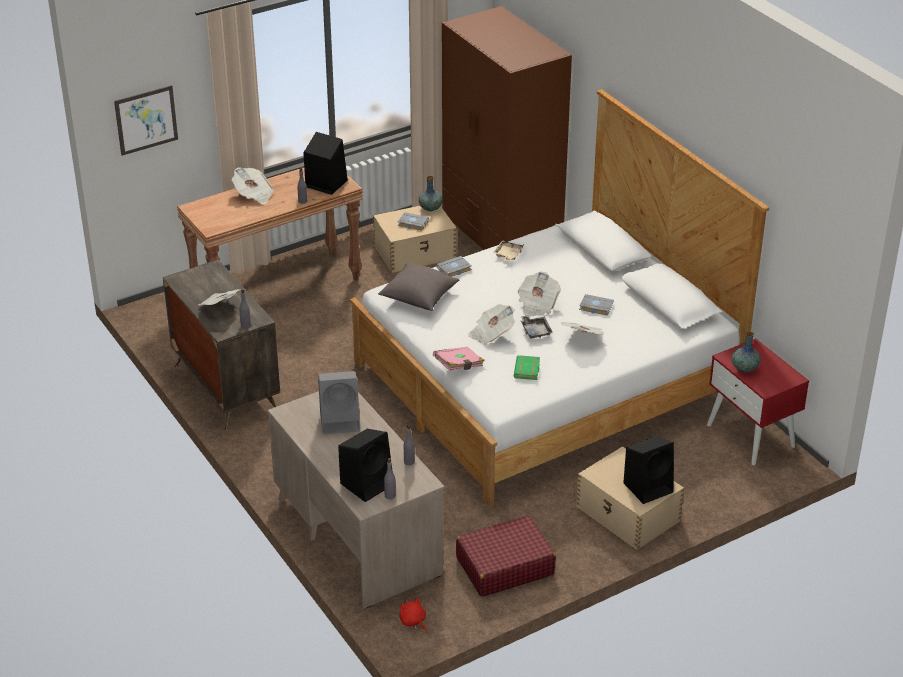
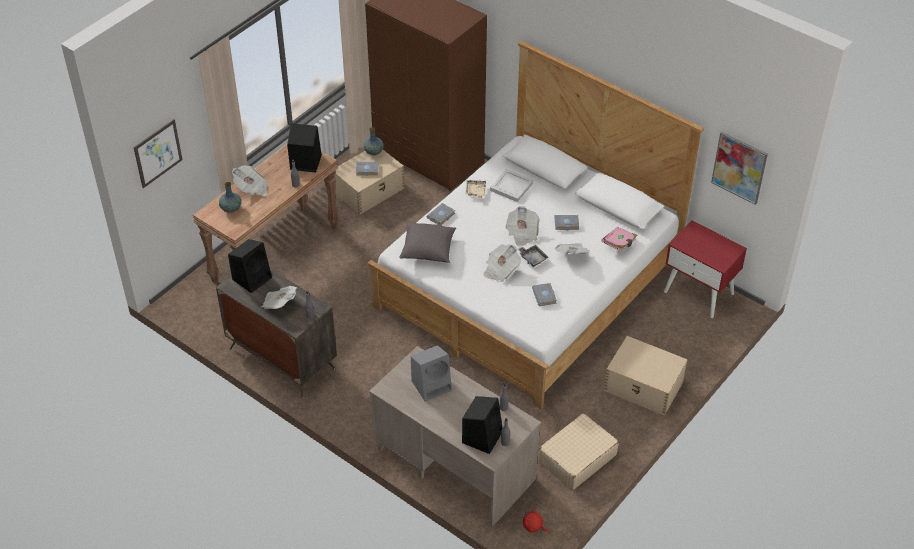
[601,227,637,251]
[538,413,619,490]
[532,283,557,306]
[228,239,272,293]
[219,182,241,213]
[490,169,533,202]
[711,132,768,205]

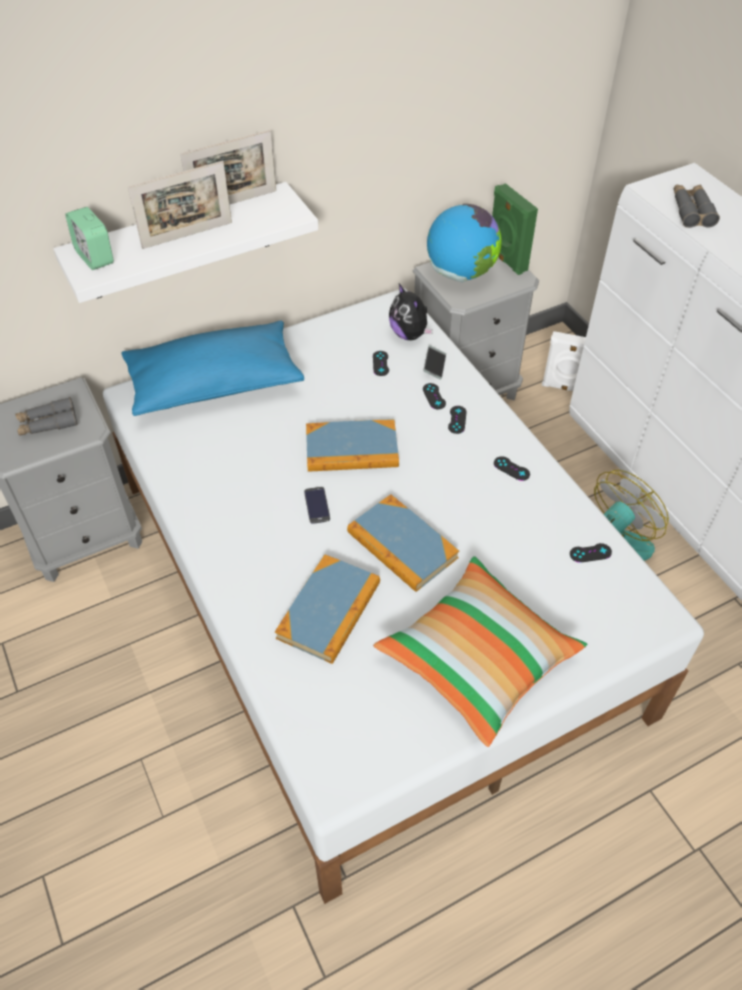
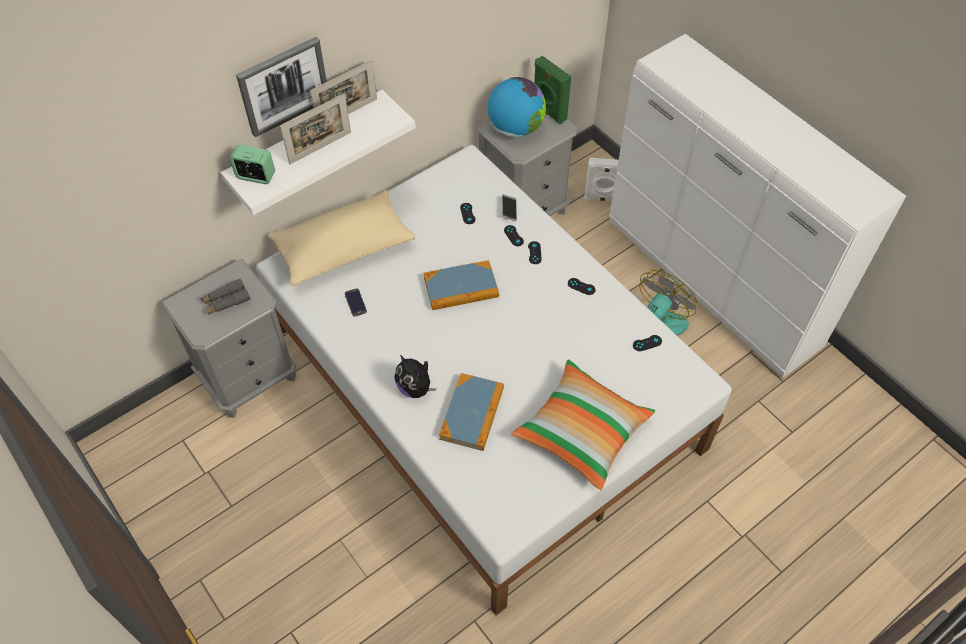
[230,145,275,184]
[268,190,415,286]
[345,288,367,316]
[347,494,459,592] (first image)
[394,355,436,398]
[674,184,720,228] (first image)
[236,37,327,137]

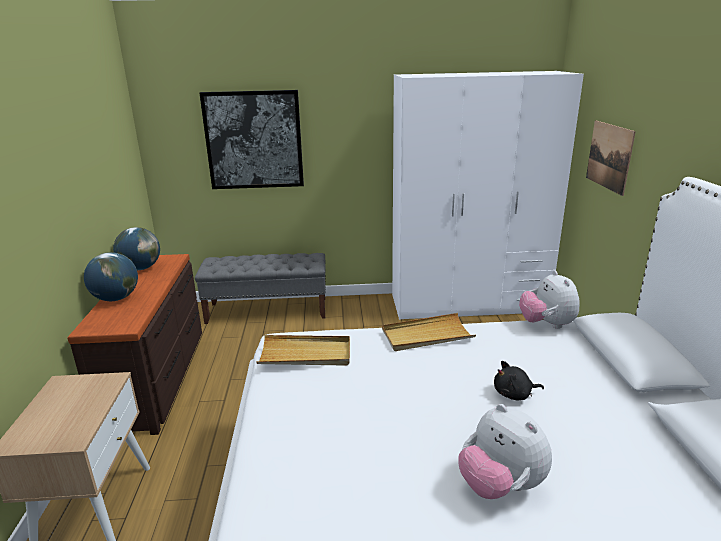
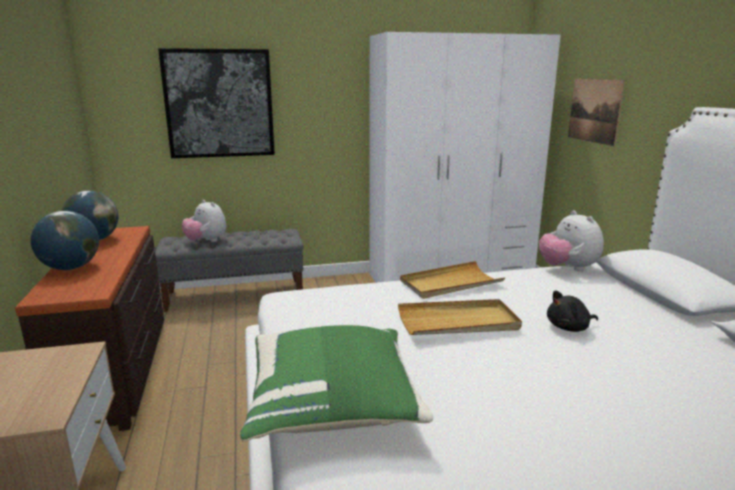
[398,299,522,335]
[182,200,226,242]
[240,325,433,442]

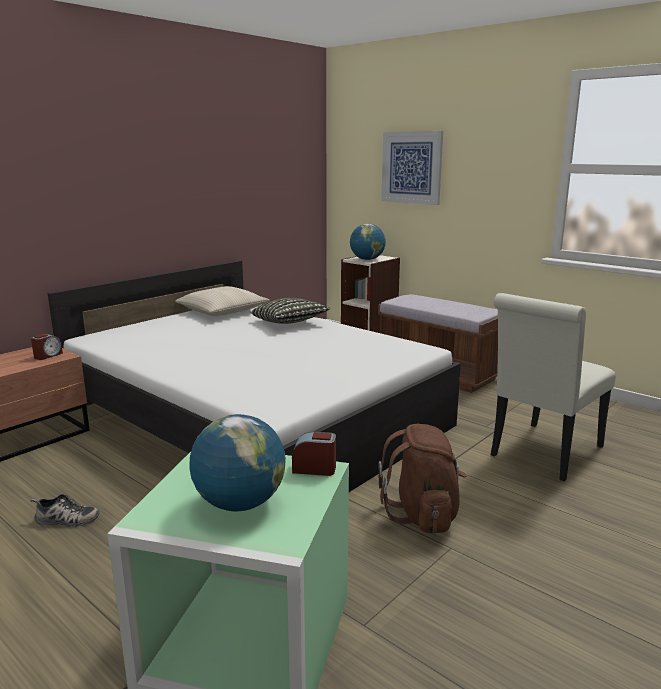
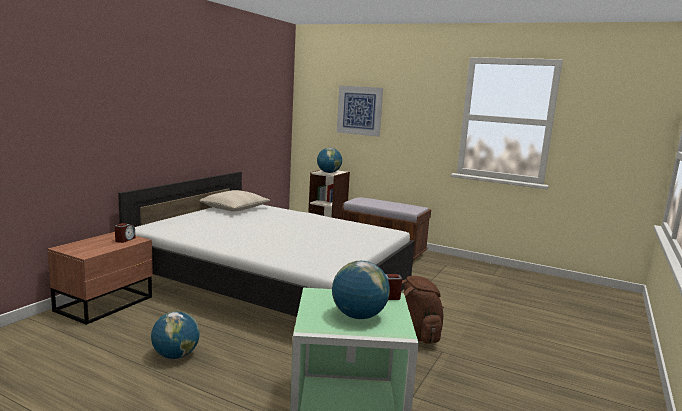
[151,311,200,359]
[251,298,330,324] (first image)
[491,293,616,482] (first image)

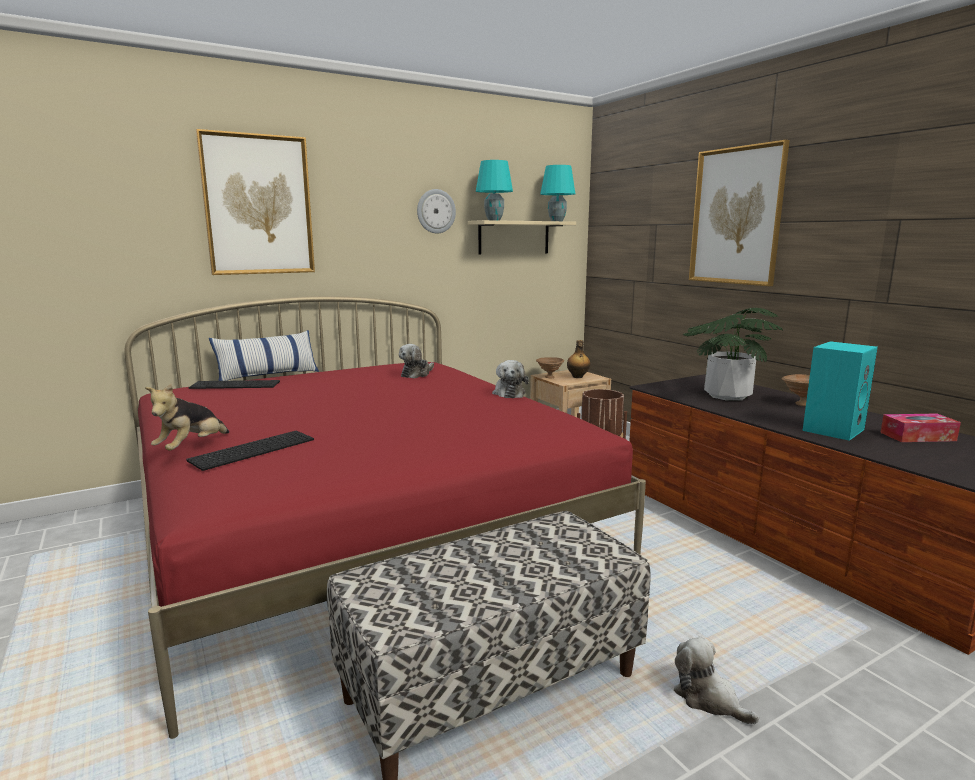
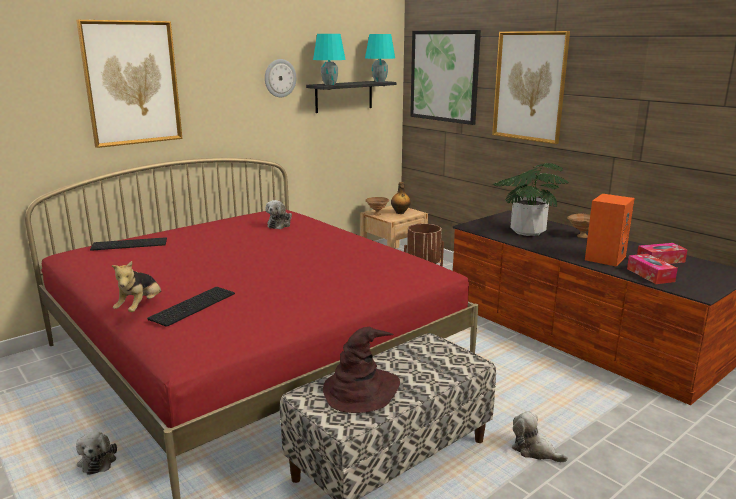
[209,330,319,381] (first image)
[306,81,396,113]
[76,432,117,475]
[585,194,634,267]
[323,327,400,413]
[410,30,481,125]
[627,254,678,284]

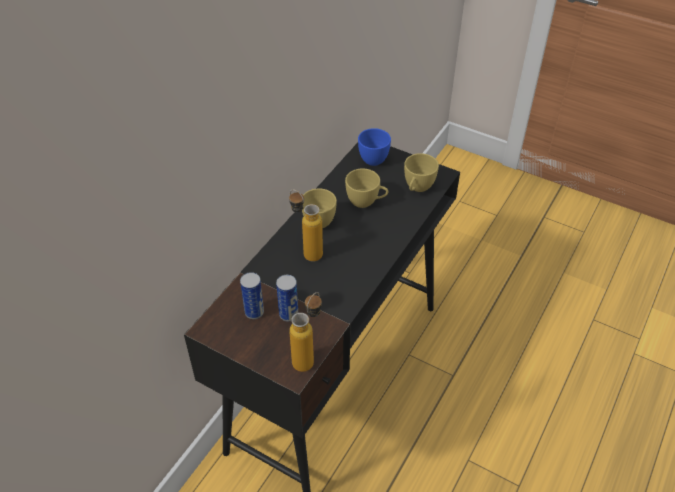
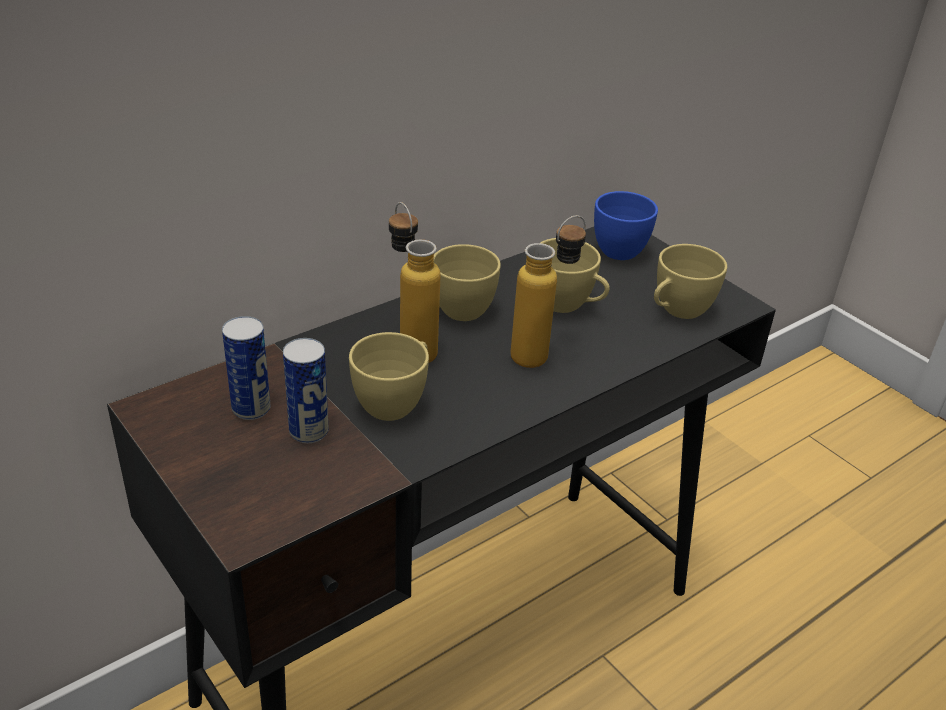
[511,215,586,368]
[349,332,429,421]

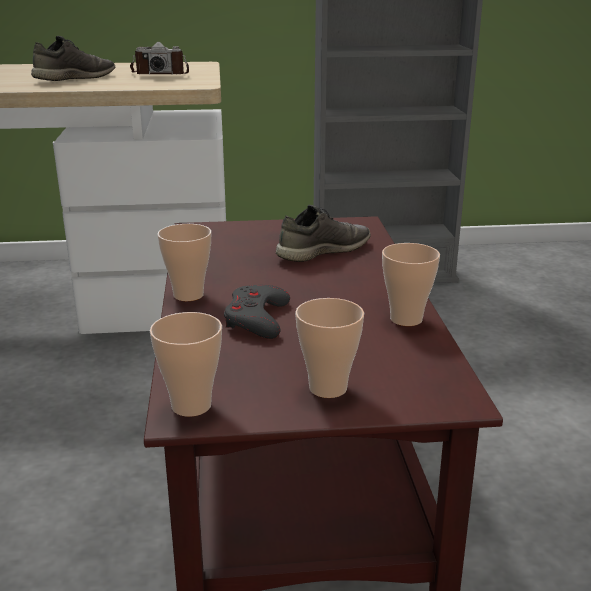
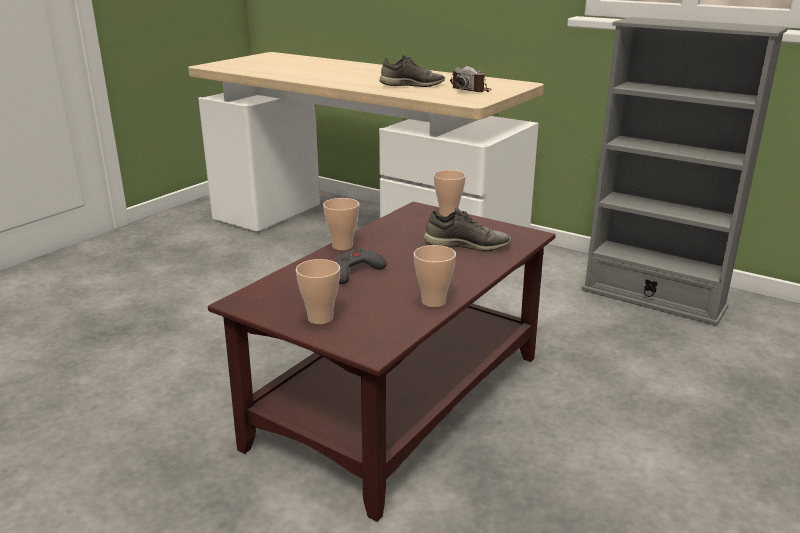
[434,170,466,217]

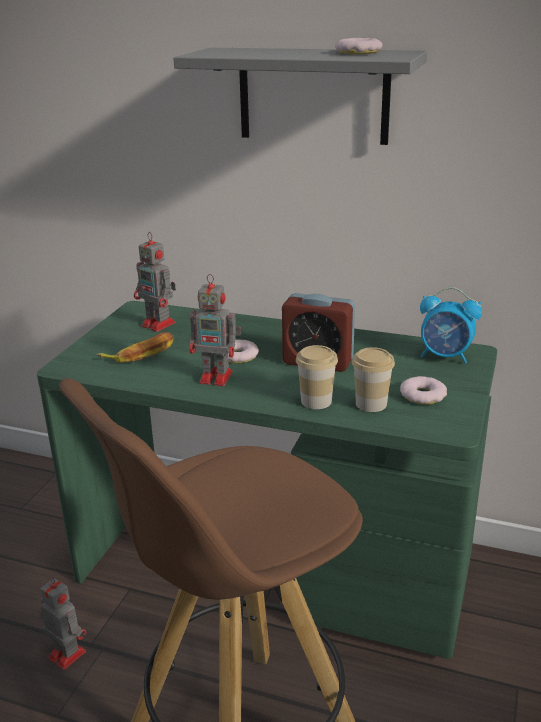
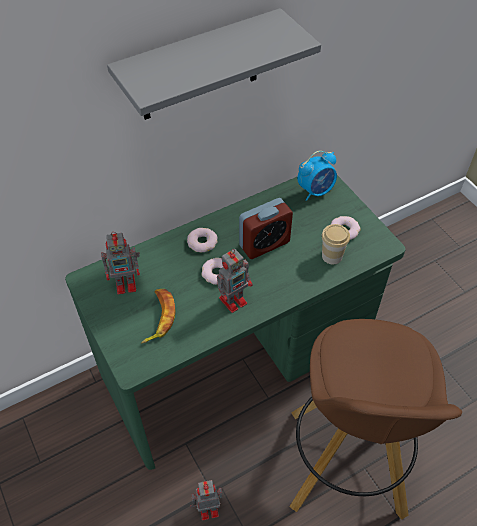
[296,345,338,409] (first image)
[187,228,218,252]

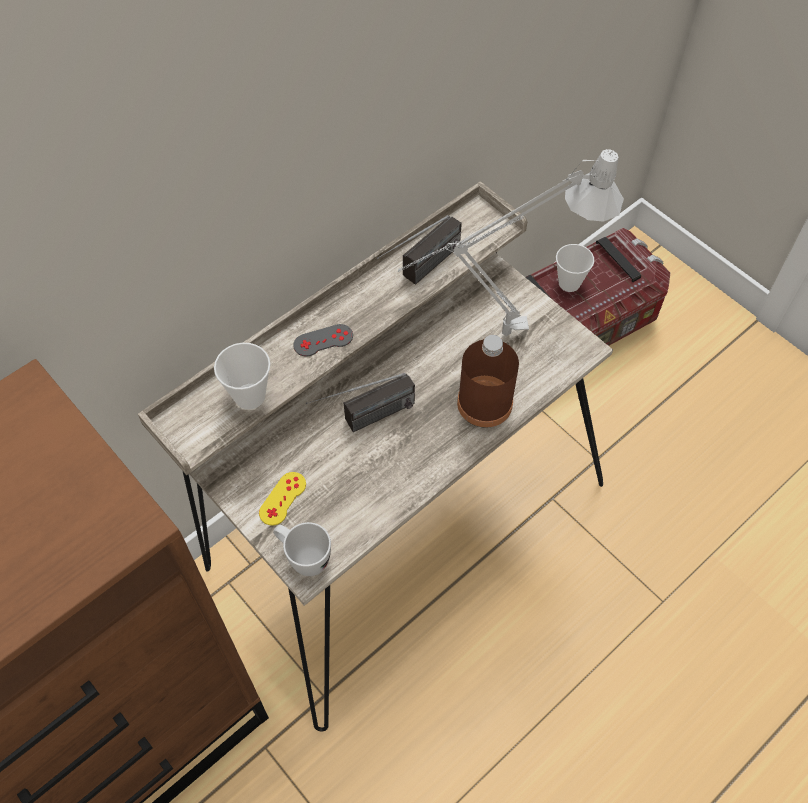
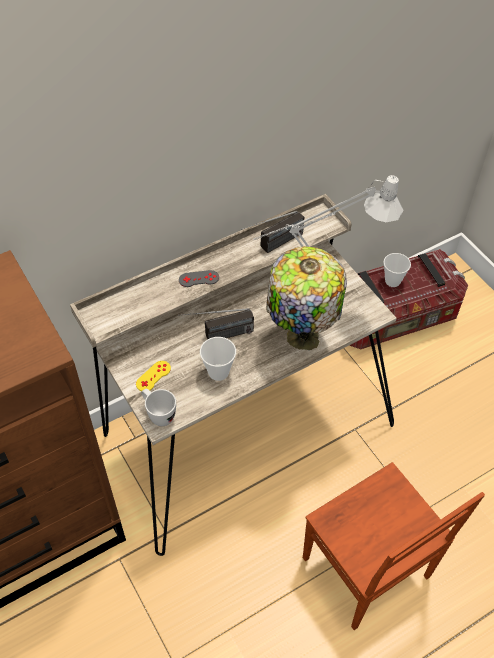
[200,337,236,381]
[266,246,347,350]
[303,462,485,630]

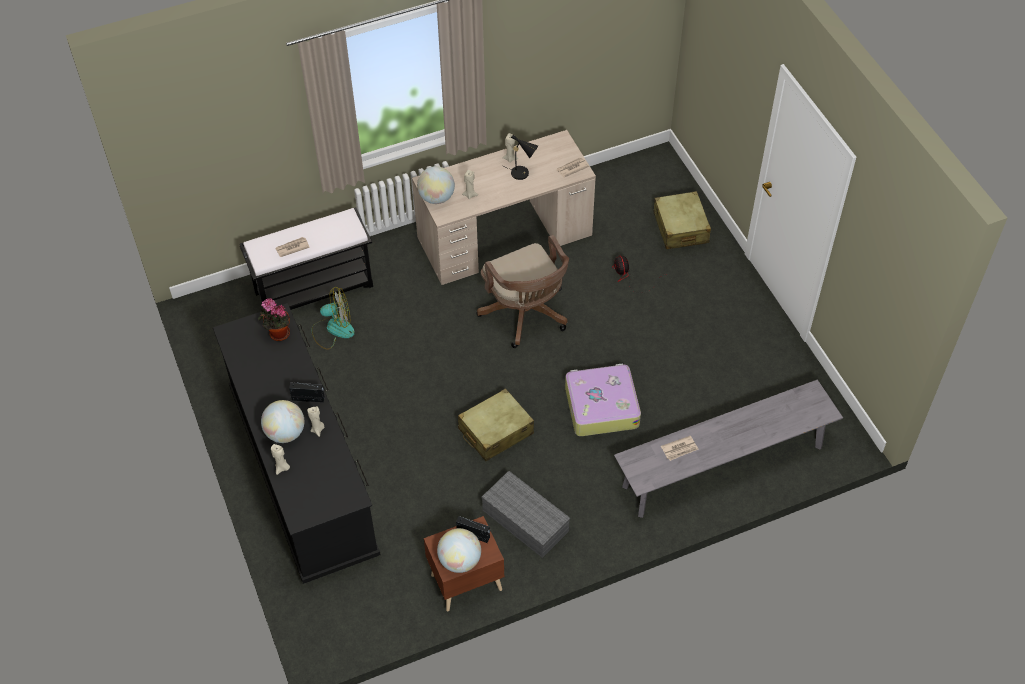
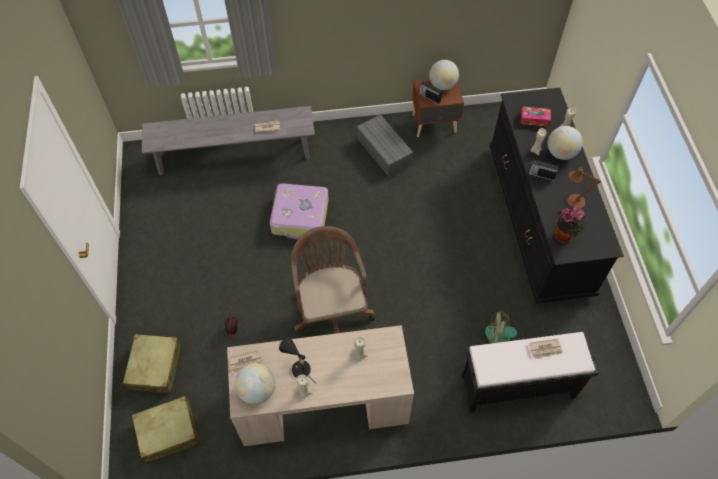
[235,363,276,404]
[132,396,200,463]
[520,107,551,127]
[567,167,601,208]

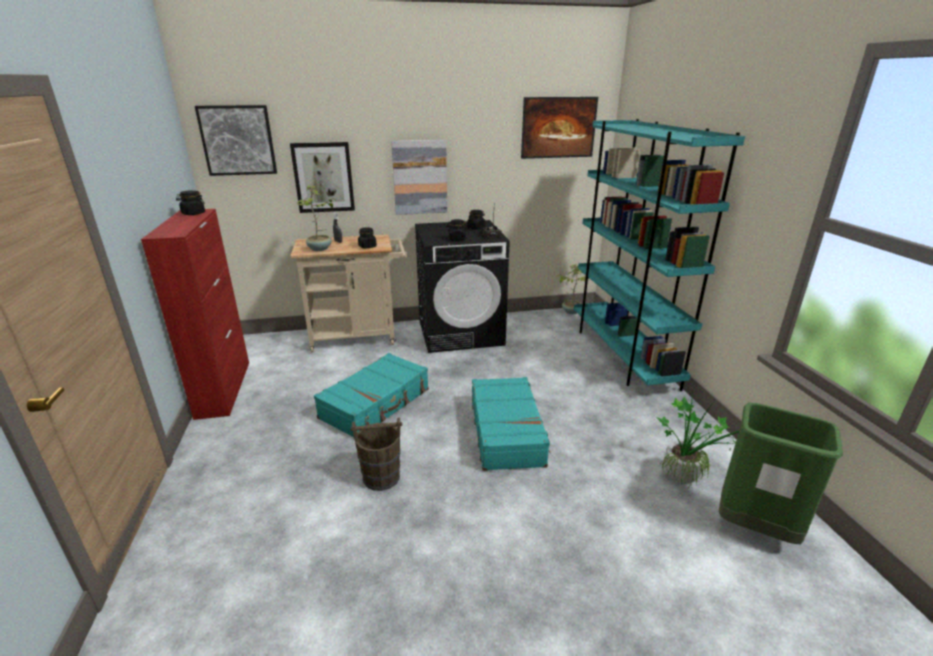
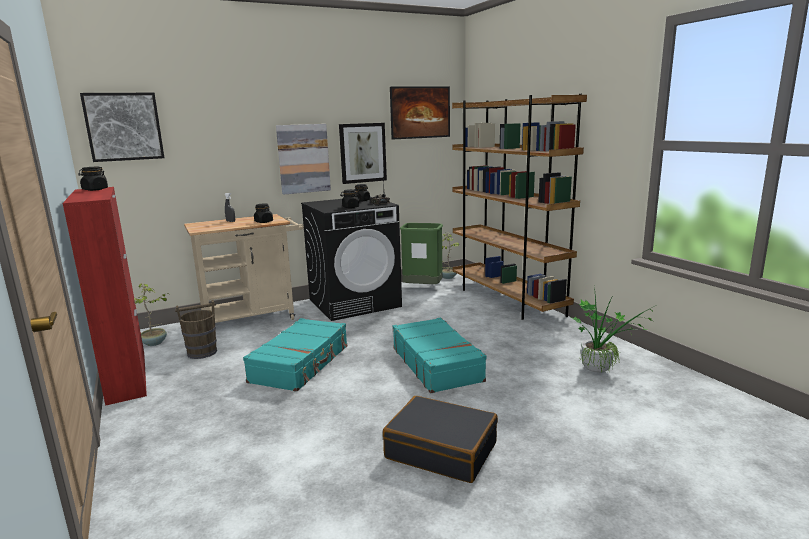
[339,123,387,184]
[134,283,169,346]
[175,300,217,359]
[452,94,587,320]
[400,223,443,284]
[383,396,498,483]

